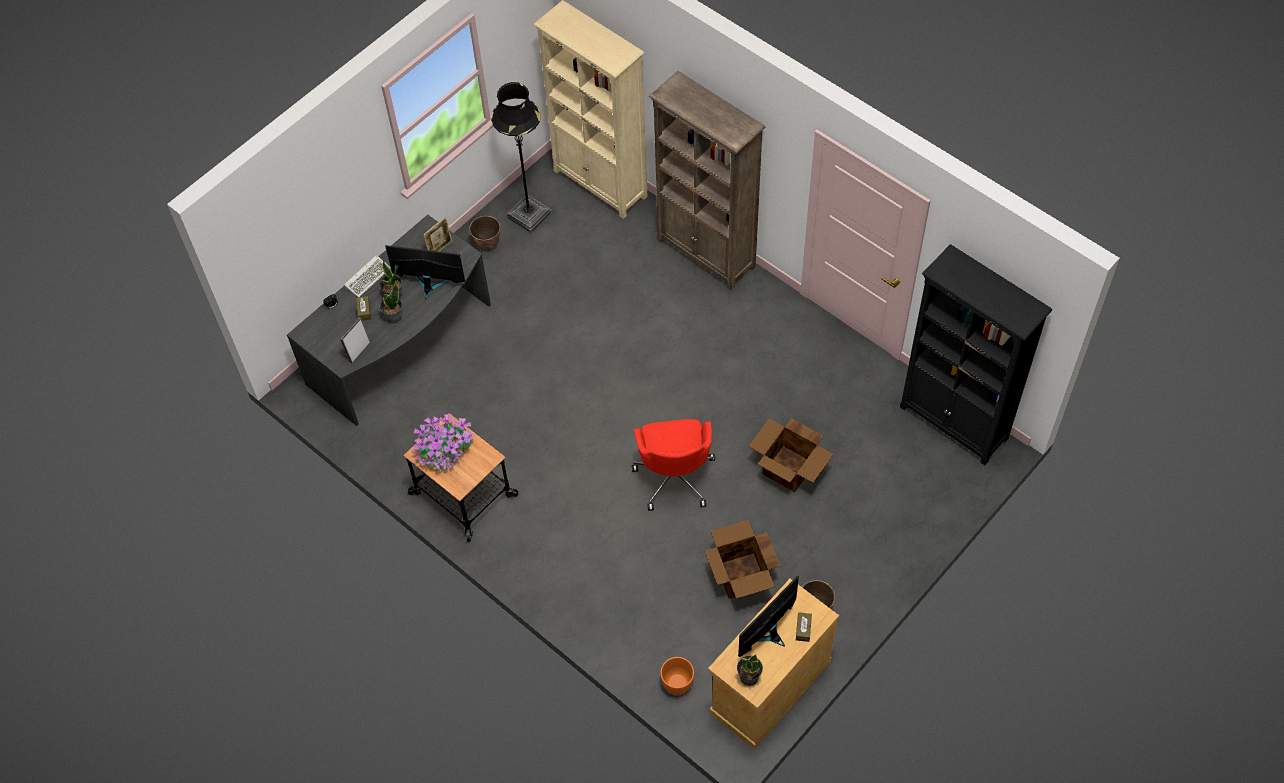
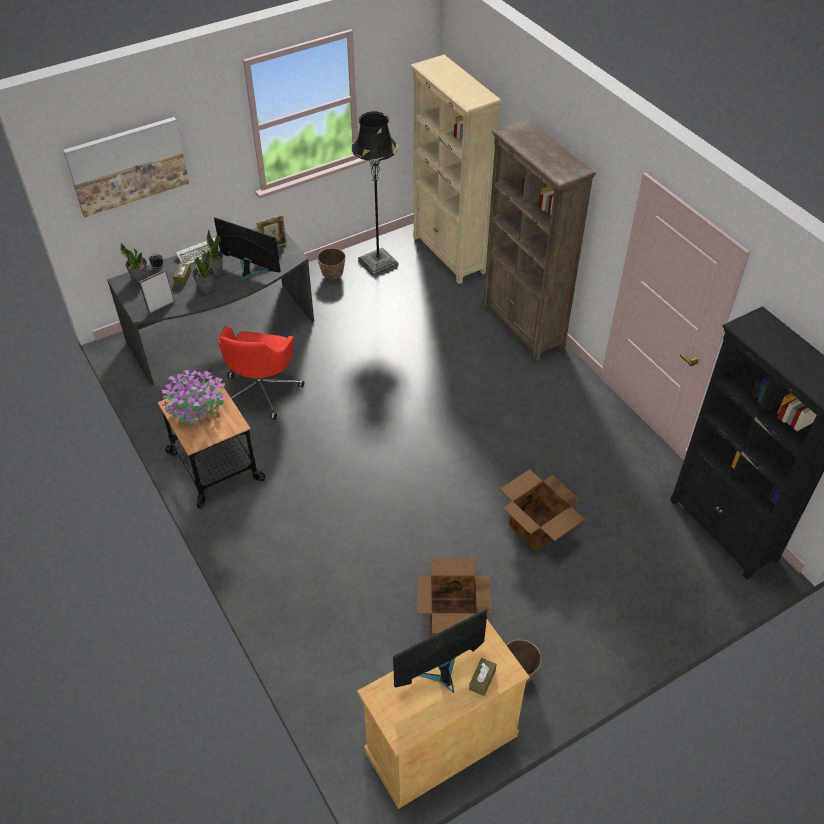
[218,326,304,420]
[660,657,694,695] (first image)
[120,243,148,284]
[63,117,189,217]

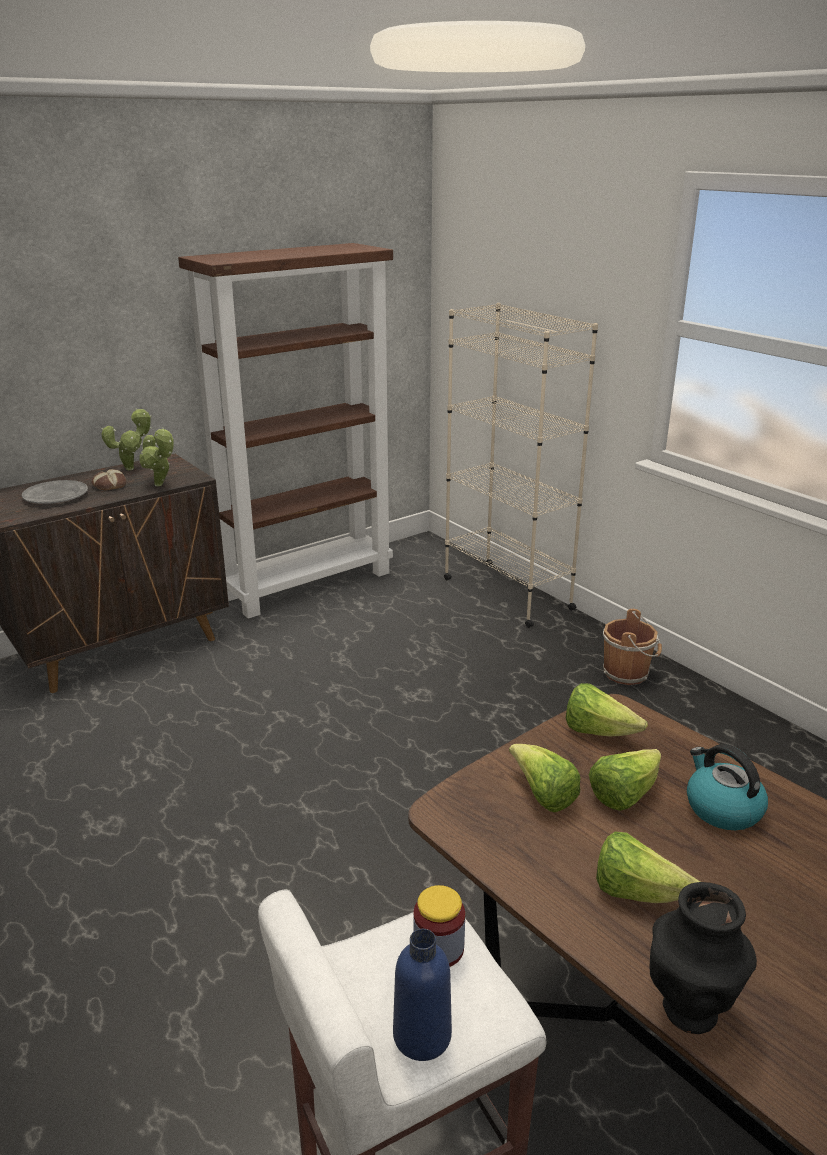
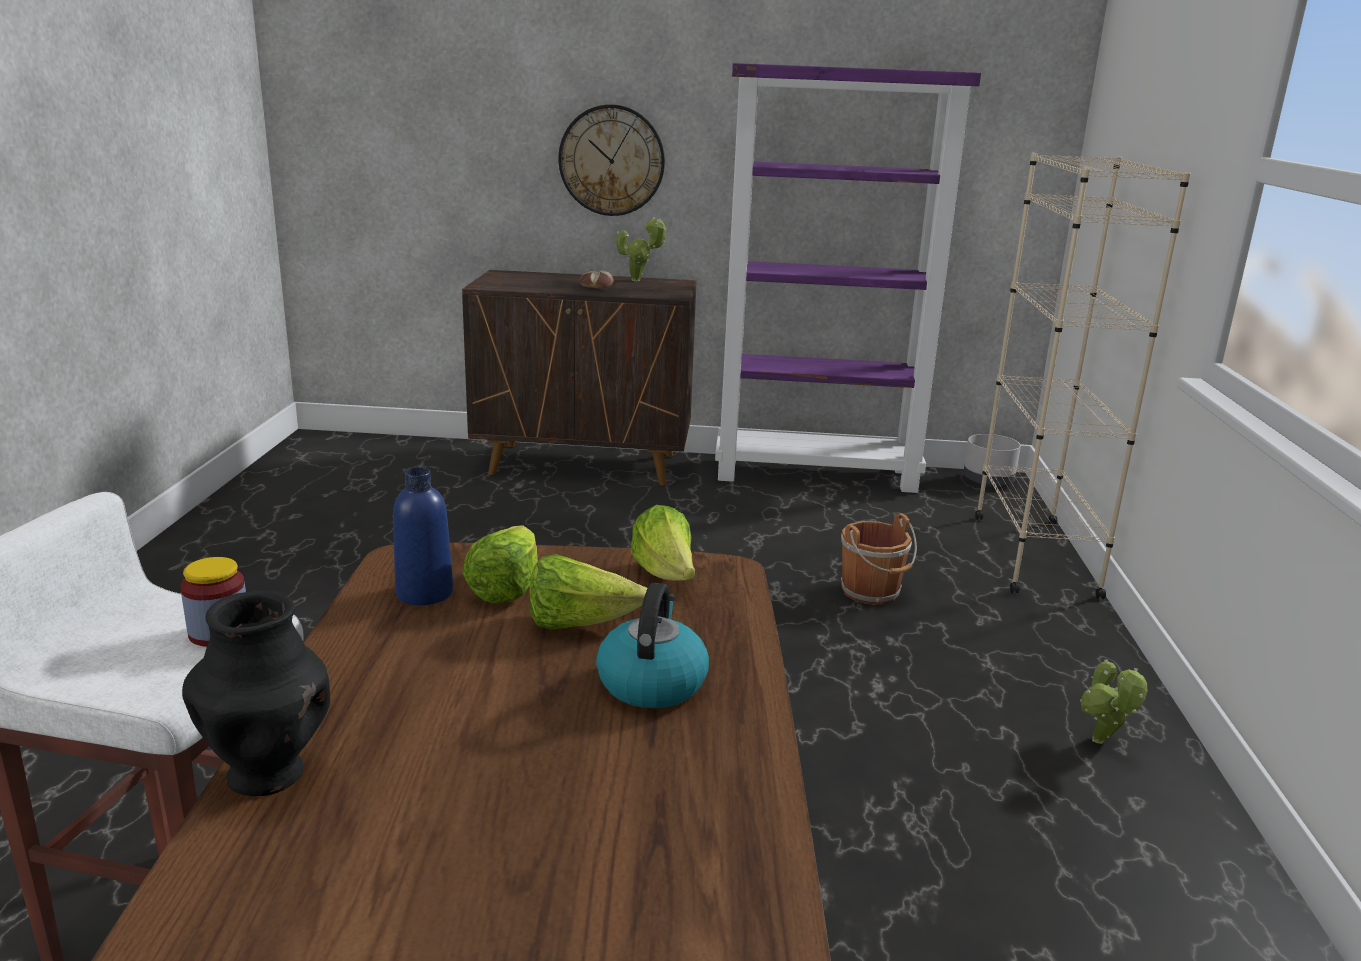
[22,480,88,504] (first image)
[1080,659,1147,744]
[715,63,981,493]
[393,468,453,605]
[596,832,700,903] (first image)
[841,513,917,605]
[558,104,665,216]
[963,434,1021,487]

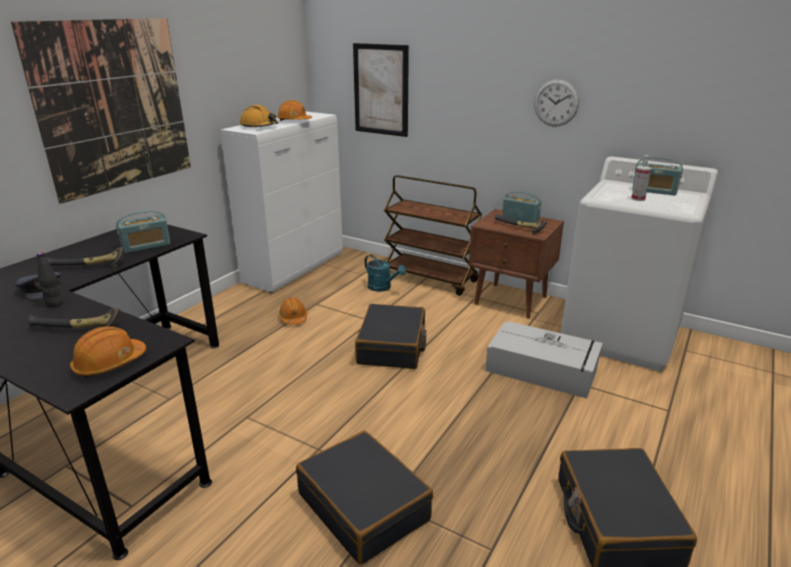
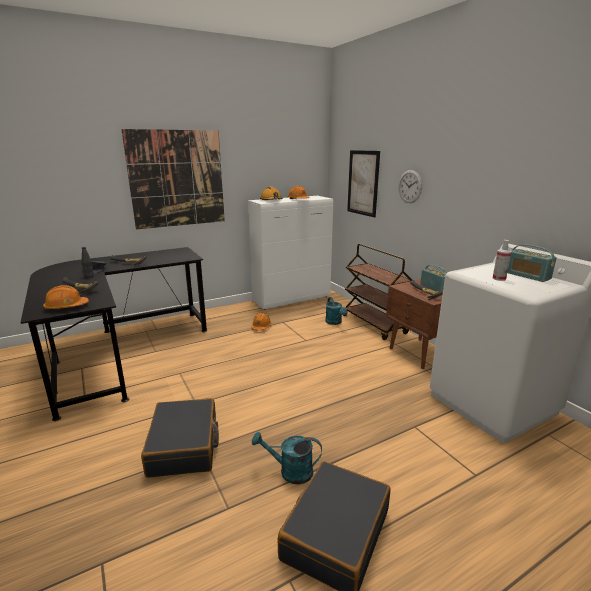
[116,210,170,253] (first image)
[355,304,426,369] (first image)
[485,321,603,398] (first image)
[399,170,422,203]
[252,432,322,484]

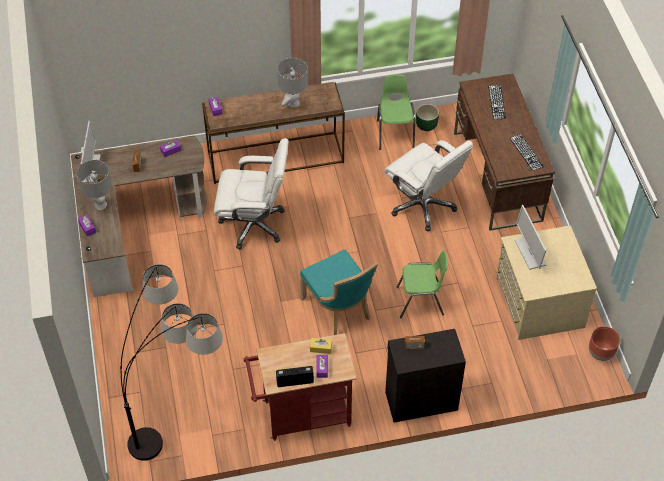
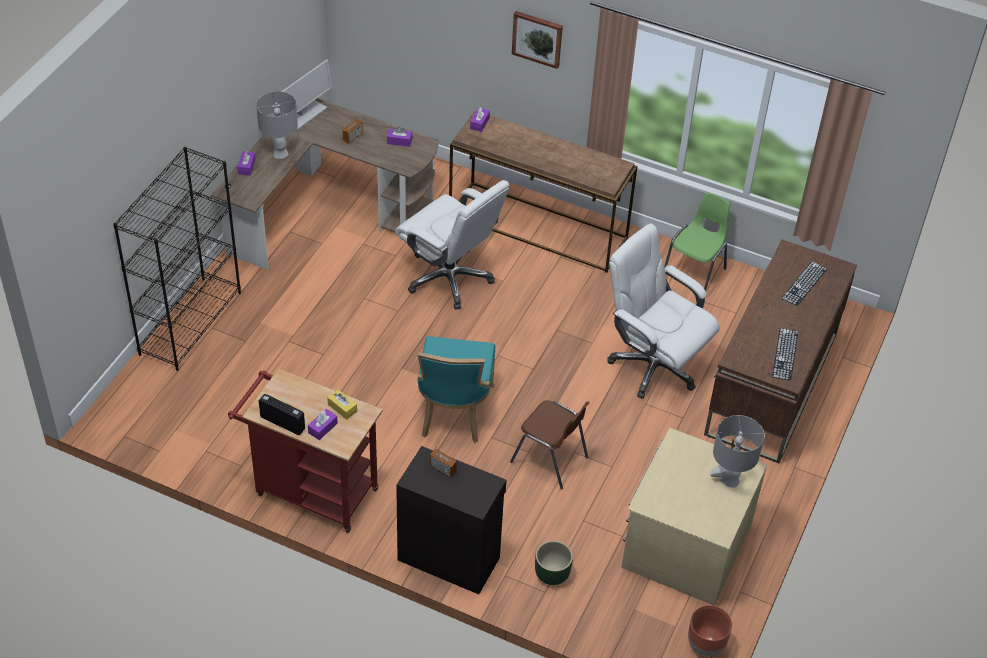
[120,264,223,461] (first image)
[710,415,764,488]
[607,224,720,398]
[510,400,590,489]
[535,540,573,585]
[515,205,547,270] (first image)
[113,147,241,371]
[512,11,563,69]

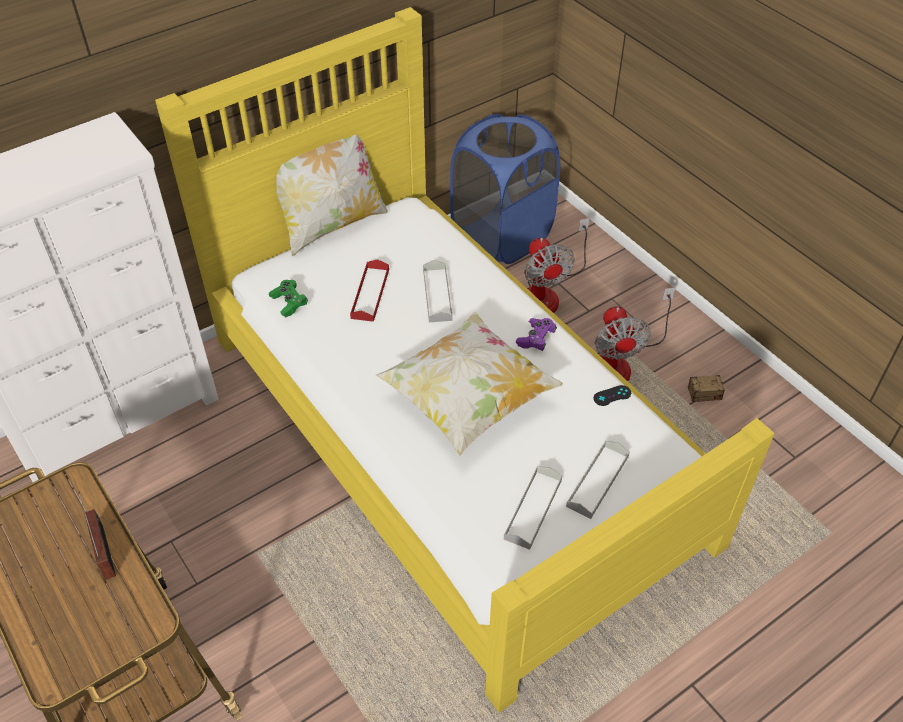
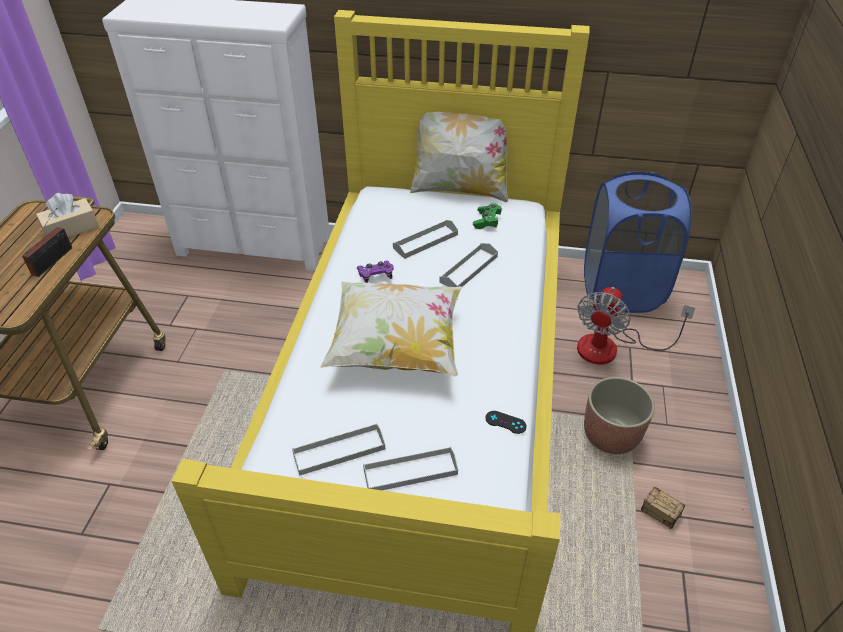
[473,203,502,229]
[393,220,458,259]
[357,261,394,283]
[584,377,655,454]
[36,193,99,237]

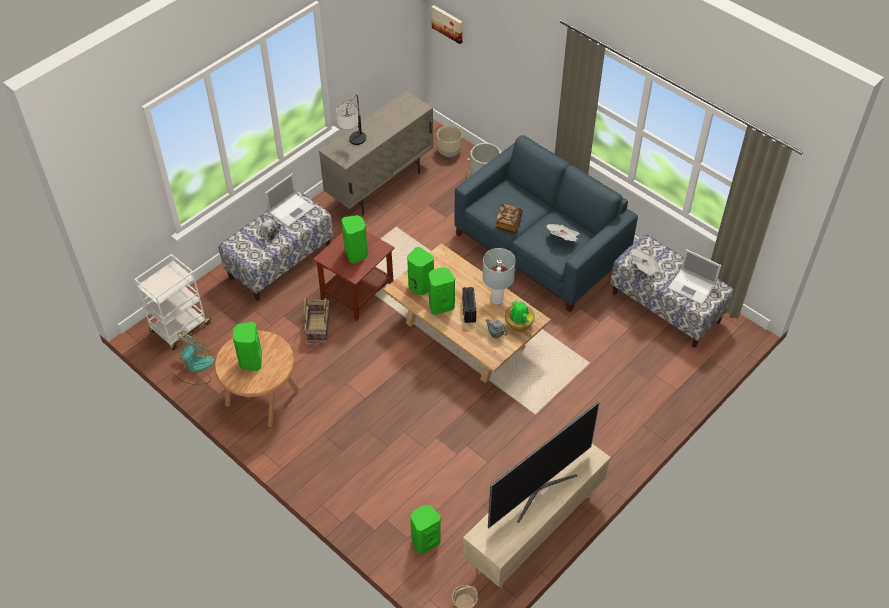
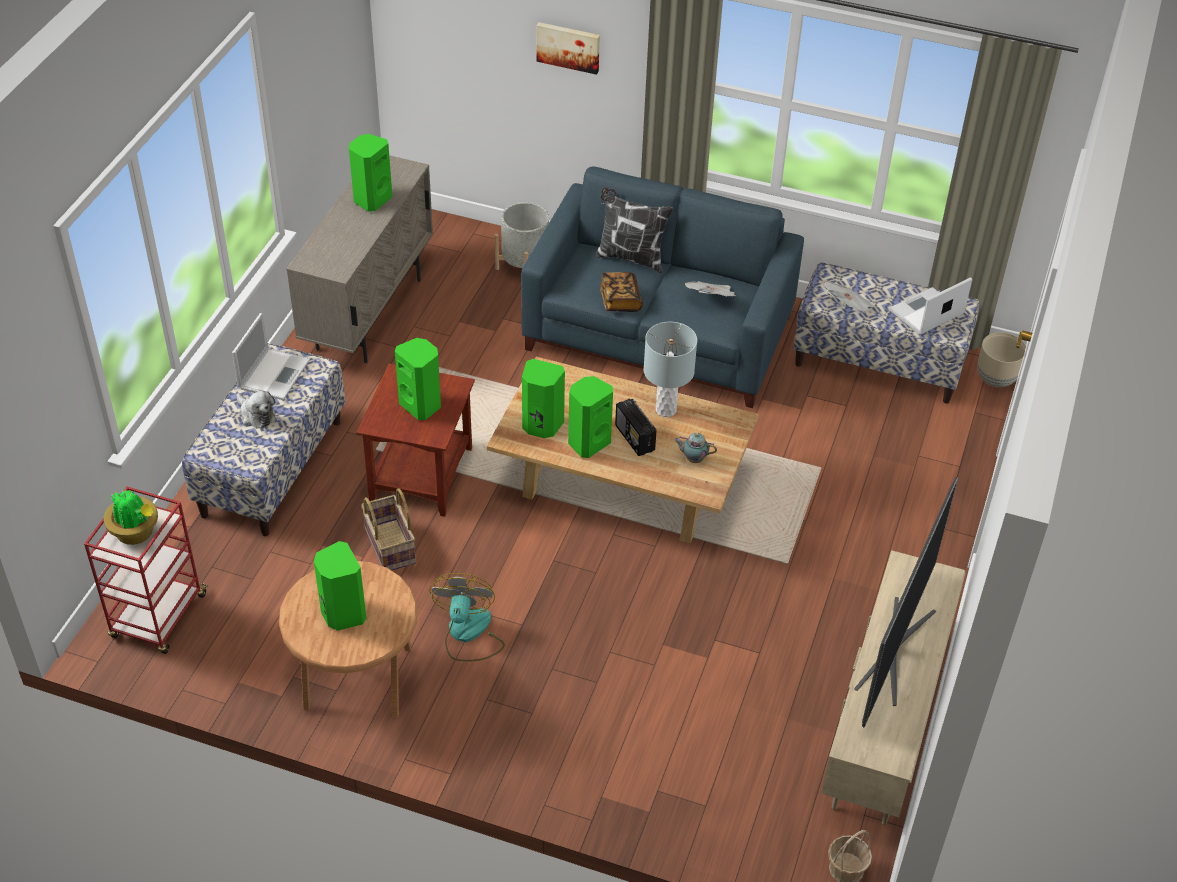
[84,487,208,654]
[429,573,505,662]
[336,95,366,145] (first image)
[349,134,392,212]
[537,22,600,75]
[977,332,1026,387]
[104,488,158,545]
[889,277,972,335]
[595,187,673,274]

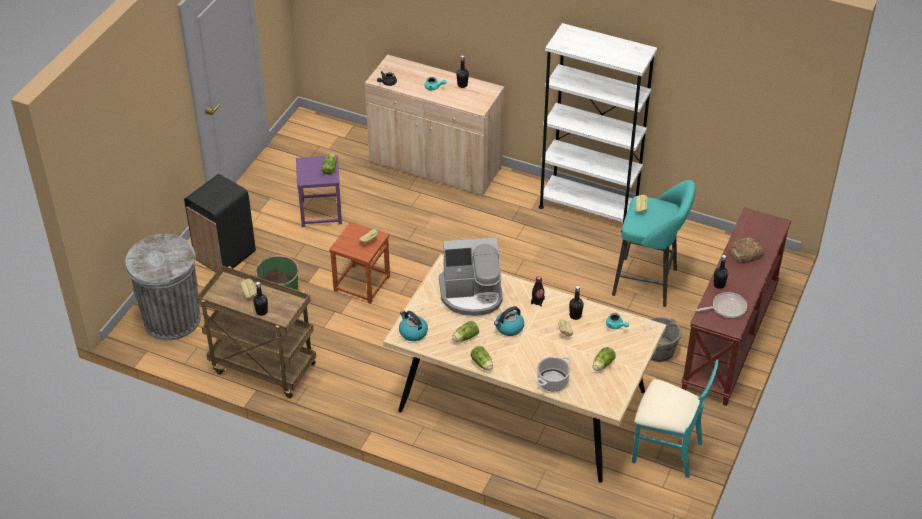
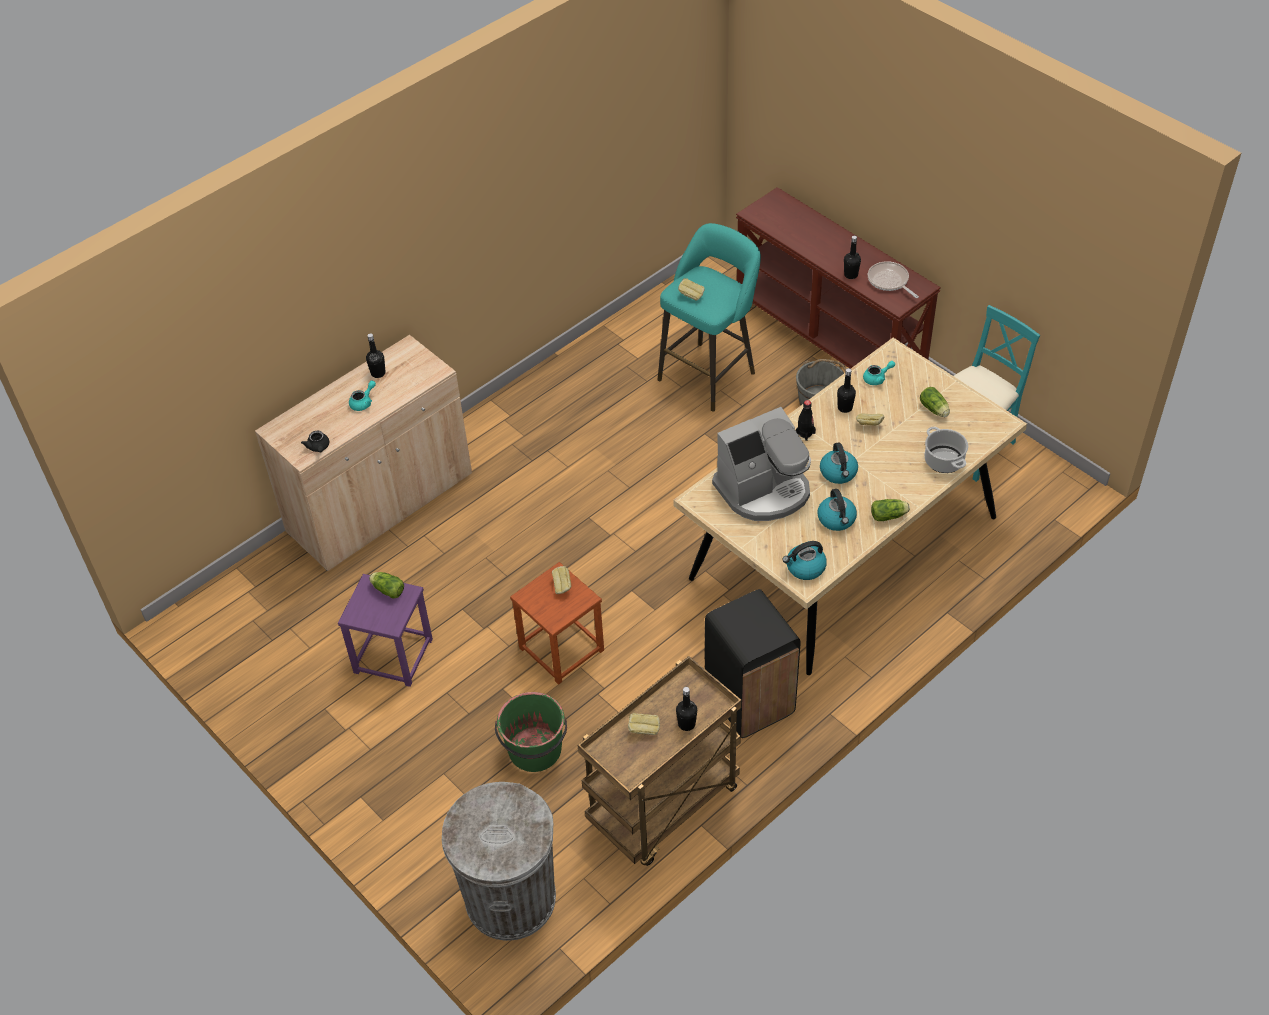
[705,589,801,738]
[712,407,811,521]
[817,489,857,531]
[539,23,657,233] (first image)
[868,261,919,298]
[729,237,764,264] (first image)

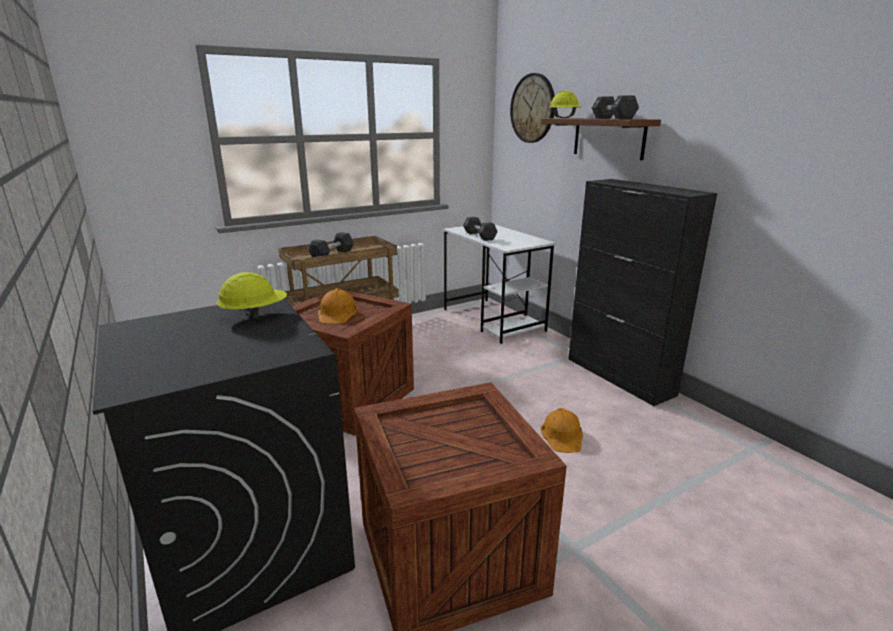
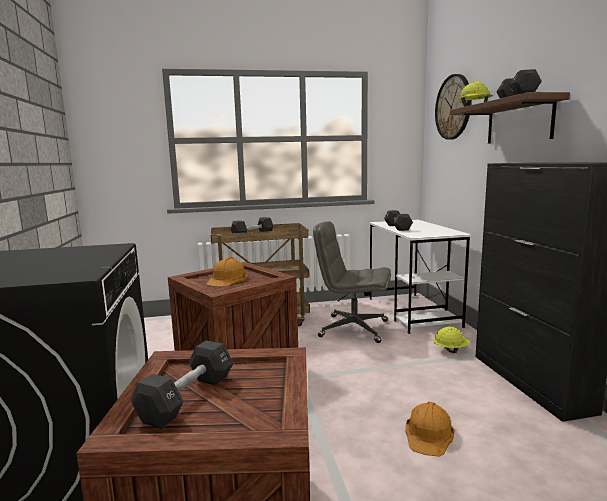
[433,327,470,353]
[131,341,233,429]
[313,221,391,343]

